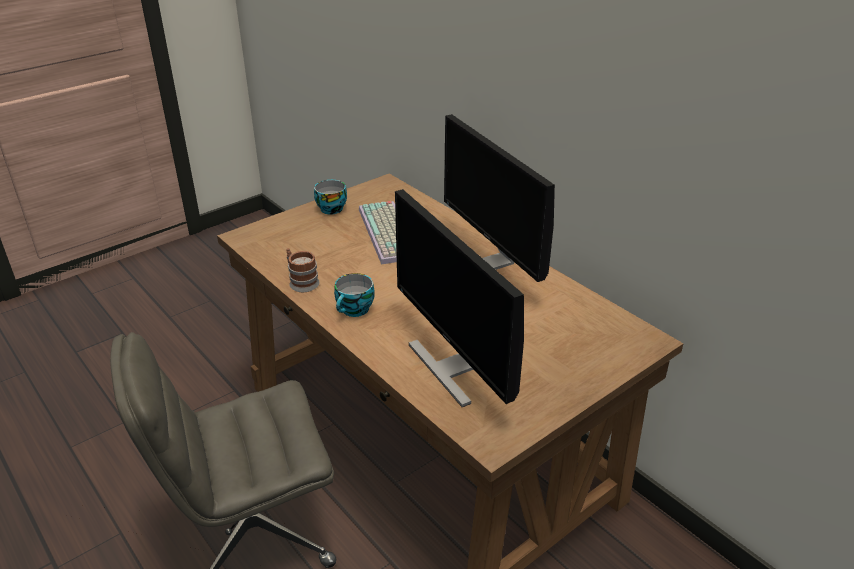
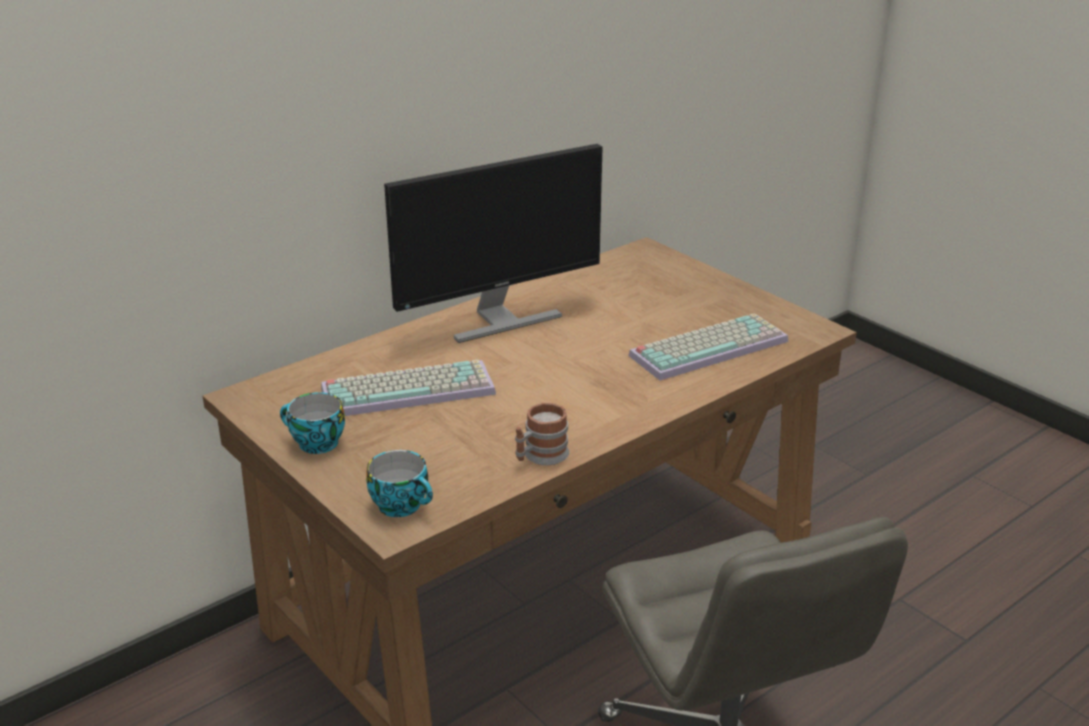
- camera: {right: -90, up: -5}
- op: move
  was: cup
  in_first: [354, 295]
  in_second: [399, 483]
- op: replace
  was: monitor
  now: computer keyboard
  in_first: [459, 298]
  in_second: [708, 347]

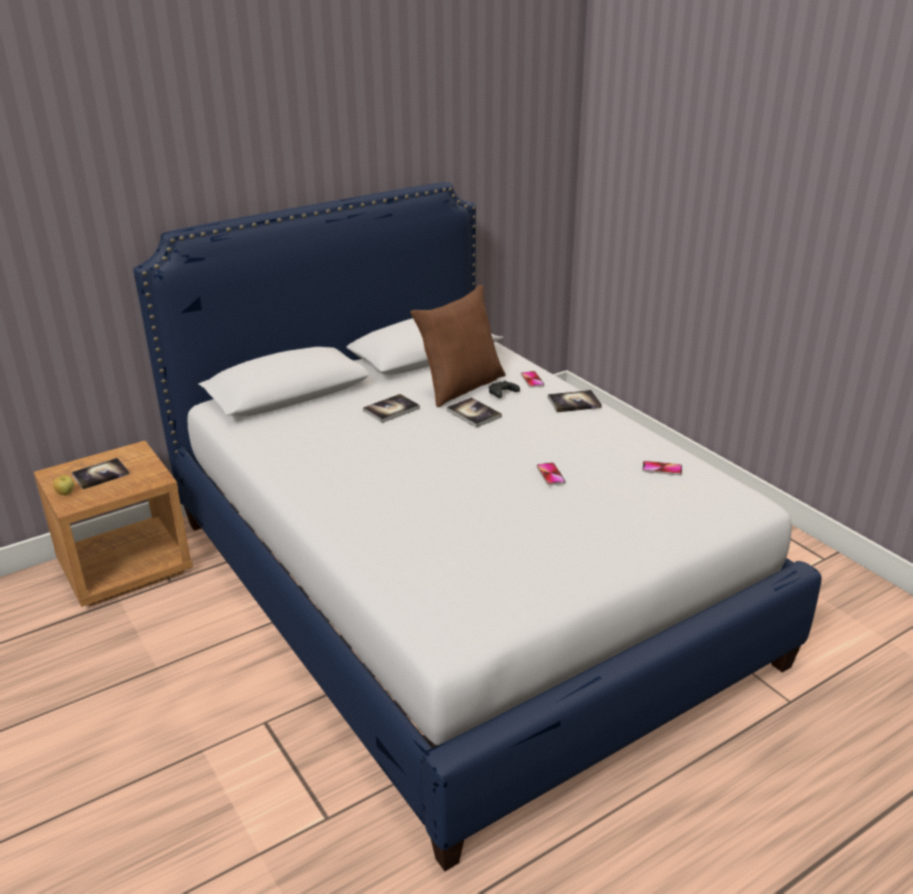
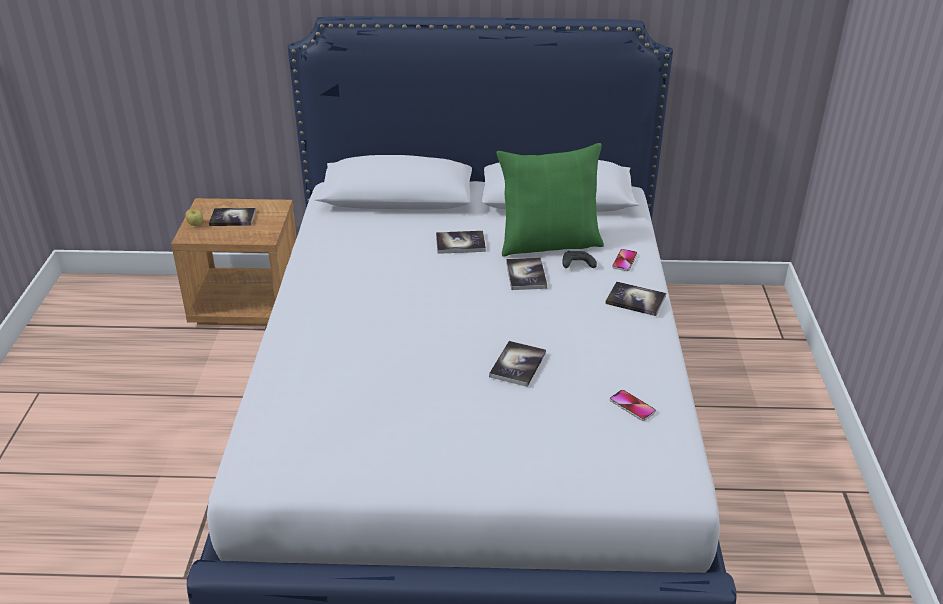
- camera: {right: 35, up: 5}
- op: replace
  was: telephone
  now: bound book
  in_first: [550, 474]
  in_second: [517, 364]
- op: recolor
  was: pillow in brown-coloured
  now: pillow in greenish
  in_first: [458, 346]
  in_second: [550, 200]

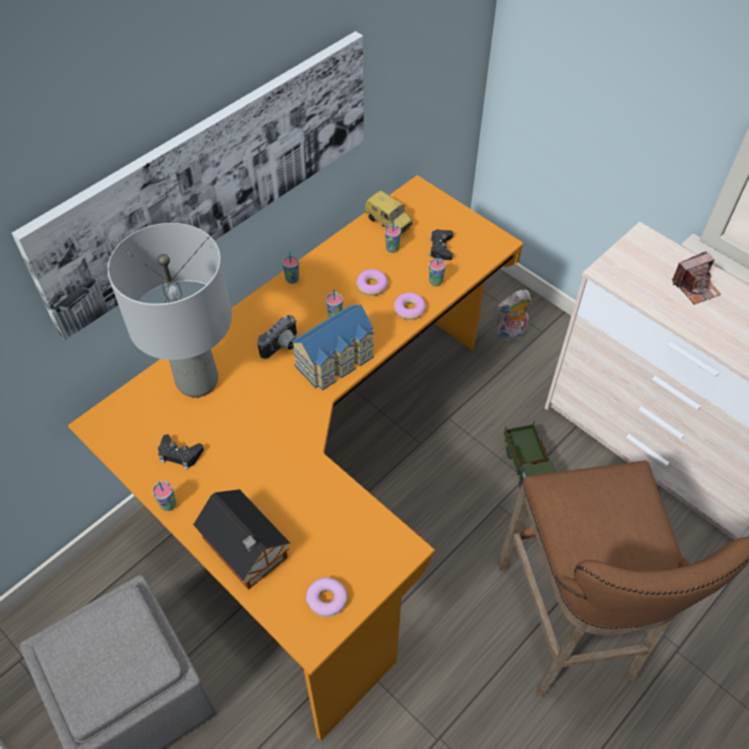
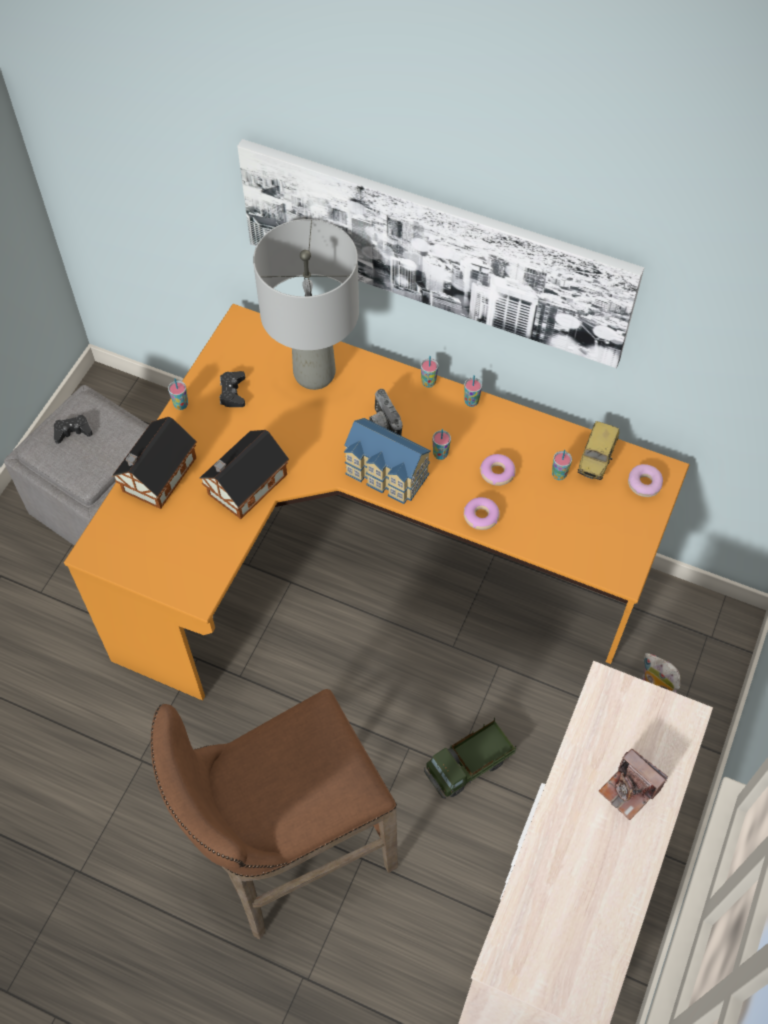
- camera: {right: 70, up: 5}
- op: insert
  now: toy house
  in_second: [244, 474]
- op: move
  was: doughnut
  in_first: [326, 597]
  in_second: [645, 480]
- op: move
  was: game controller in black-coloured
  in_first: [441, 244]
  in_second: [73, 429]
- op: move
  was: cup
  in_first: [437, 270]
  in_second: [429, 372]
- op: rotate
  was: still camera
  in_first: [277, 337]
  in_second: [385, 412]
  clockwise: 45

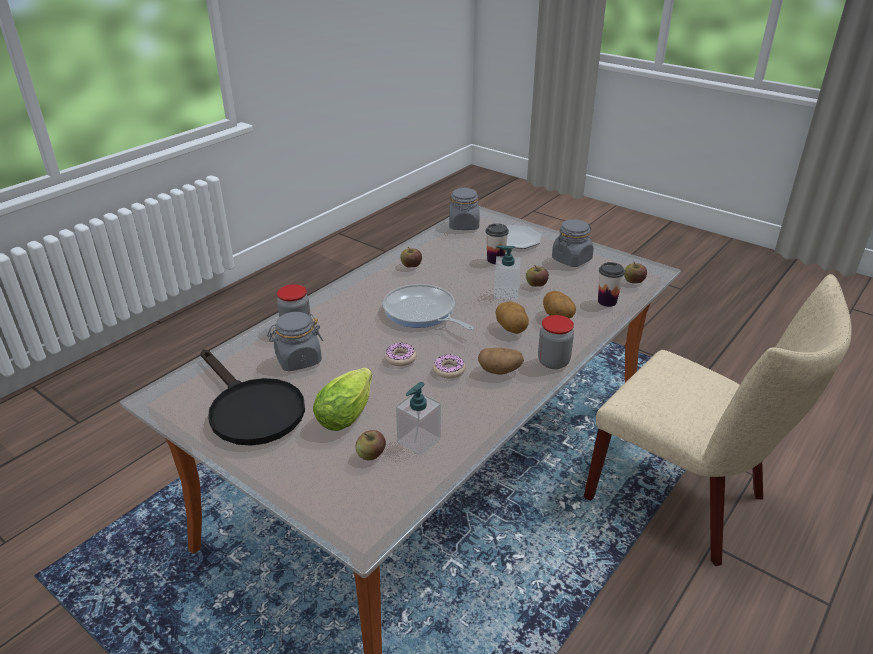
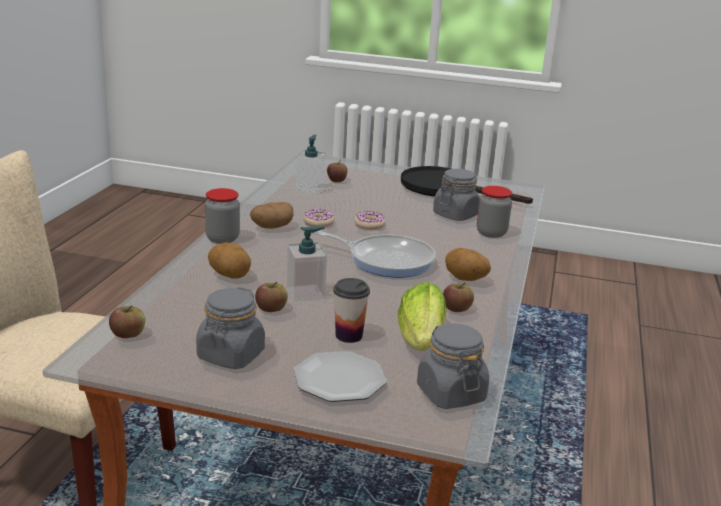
- camera: {right: 155, up: -10}
- op: delete
  was: cup
  in_first: [611, 284]
- op: move
  was: lettuce
  in_first: [343, 399]
  in_second: [422, 316]
- op: move
  was: potato
  in_first: [512, 317]
  in_second: [468, 264]

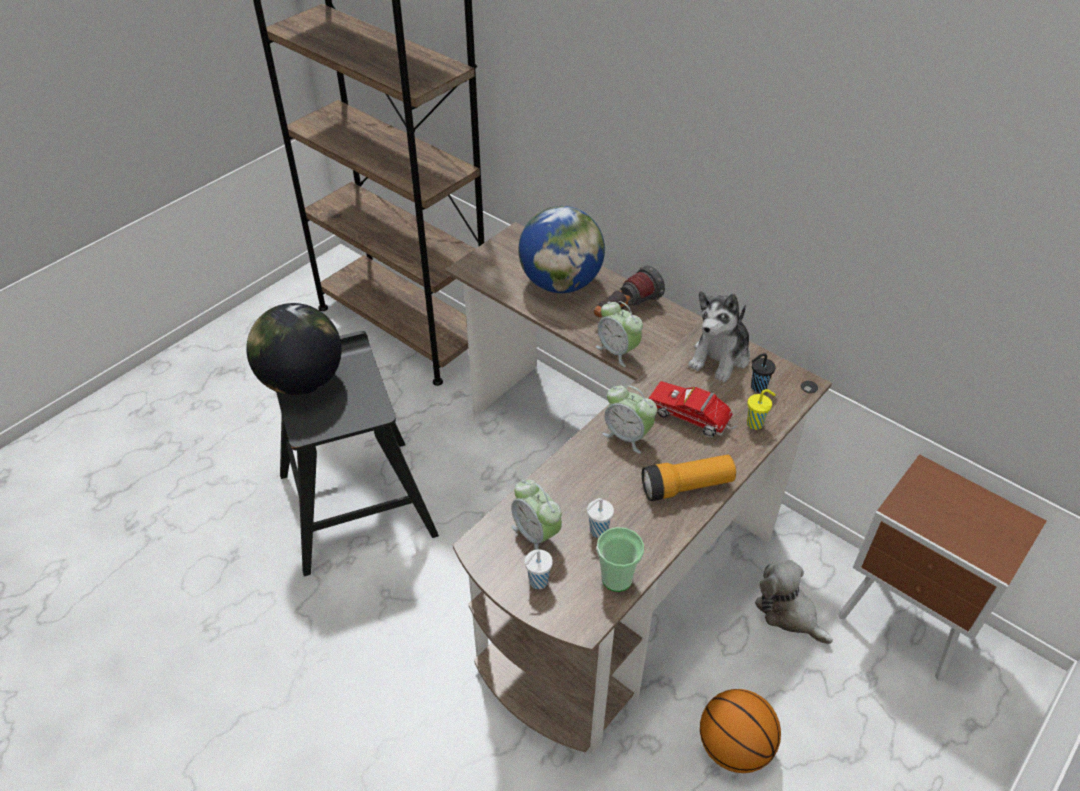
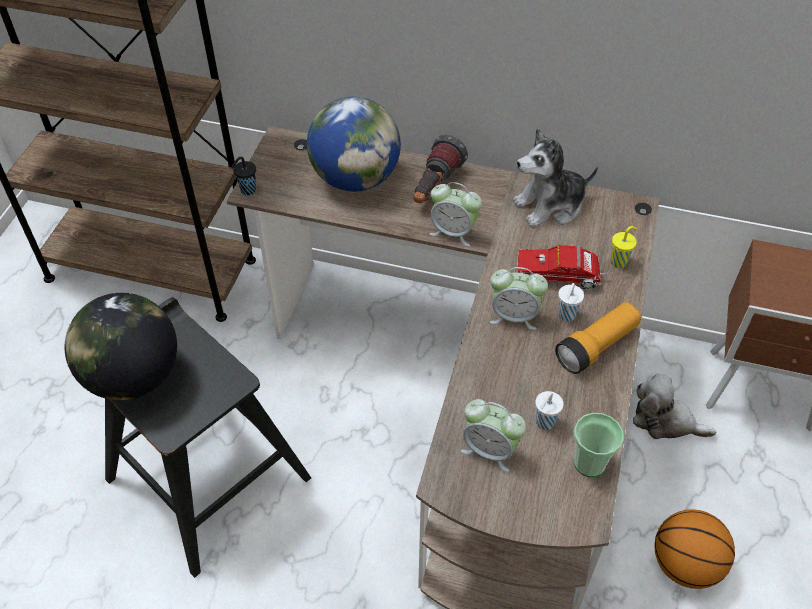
- camera: {right: -25, up: 5}
- op: move
  was: cup in whitish
  in_first: [539, 569]
  in_second: [571, 302]
- op: move
  was: cup in black-coloured
  in_first: [763, 373]
  in_second: [243, 176]
- op: rotate
  was: soft toy
  in_first: [719, 336]
  in_second: [555, 177]
  clockwise: 60

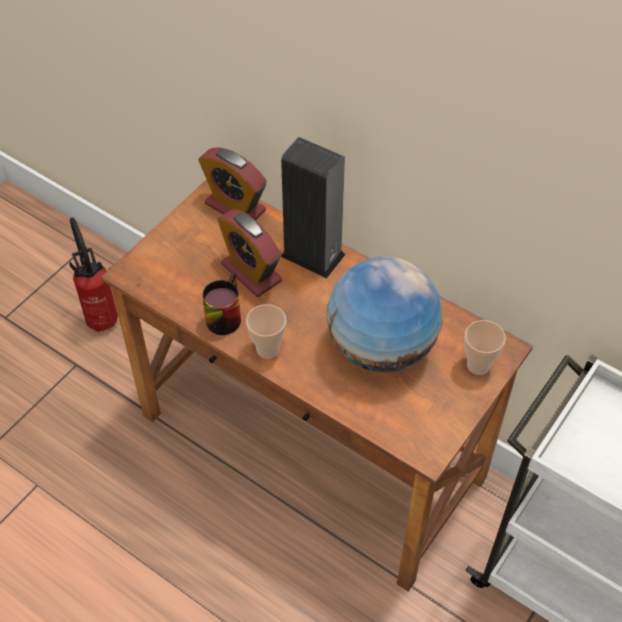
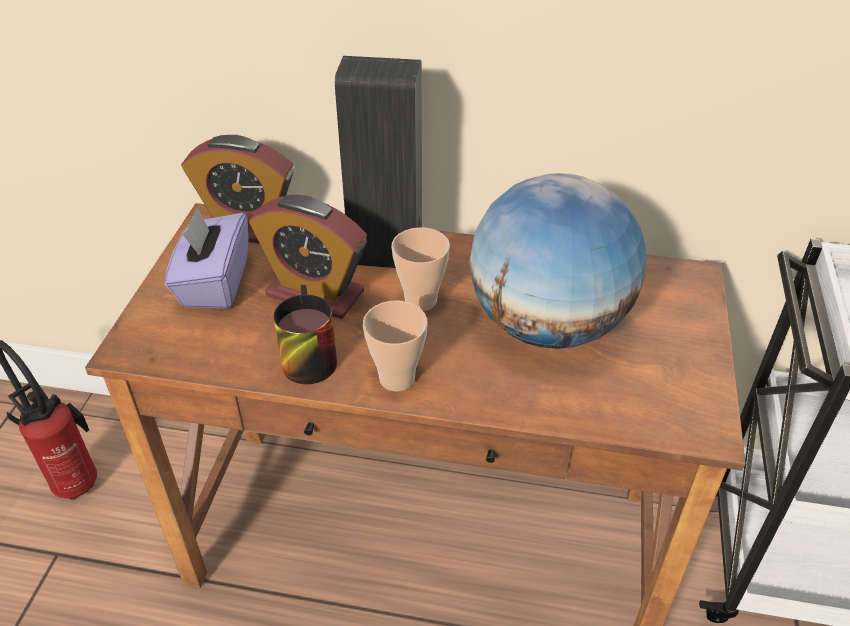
- camera: {right: -25, up: -10}
- op: insert
  now: box of tissues in purplish
  in_second: [206, 258]
- op: move
  was: cup
  in_first: [485, 347]
  in_second: [420, 269]

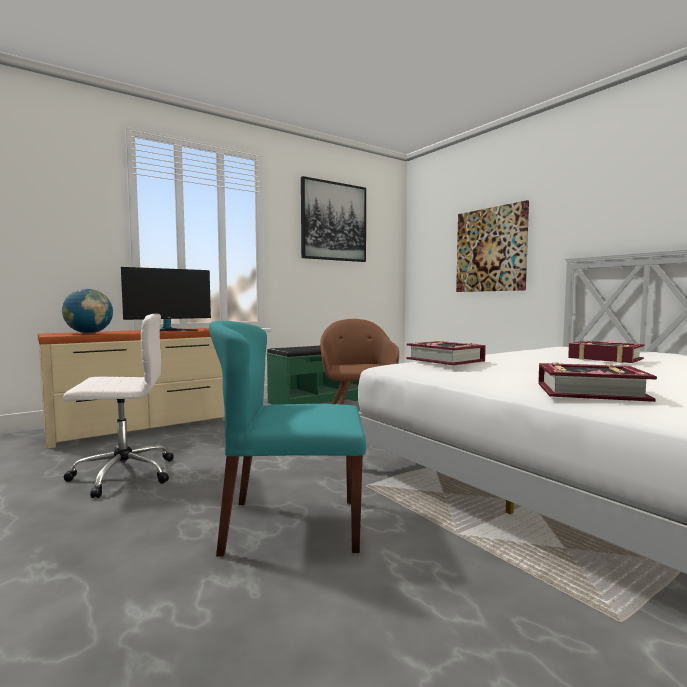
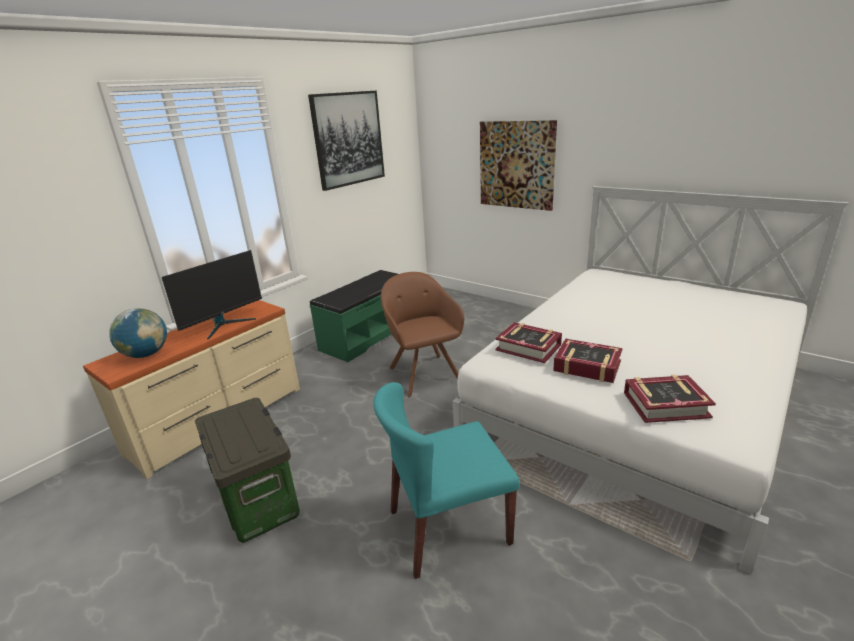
- camera: {right: -15, up: 20}
- op: move
  was: bound book
  in_first: [606, 352]
  in_second: [588, 361]
- op: replace
  was: desk chair in whitish
  now: storage bin
  in_first: [118, 405]
  in_second: [247, 470]

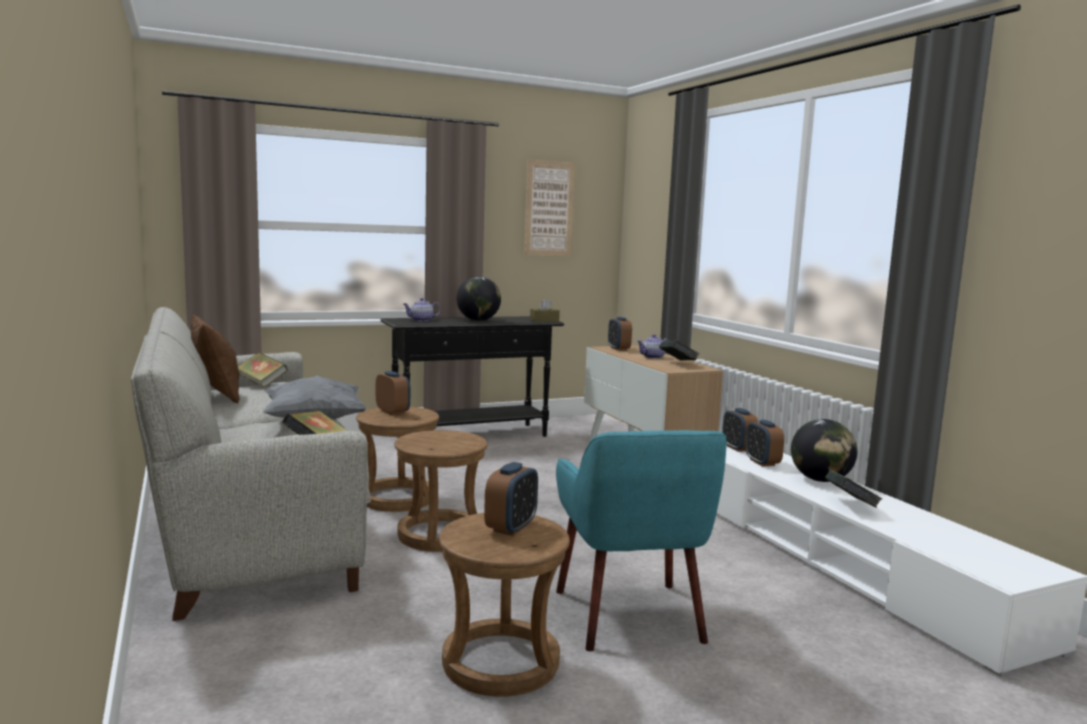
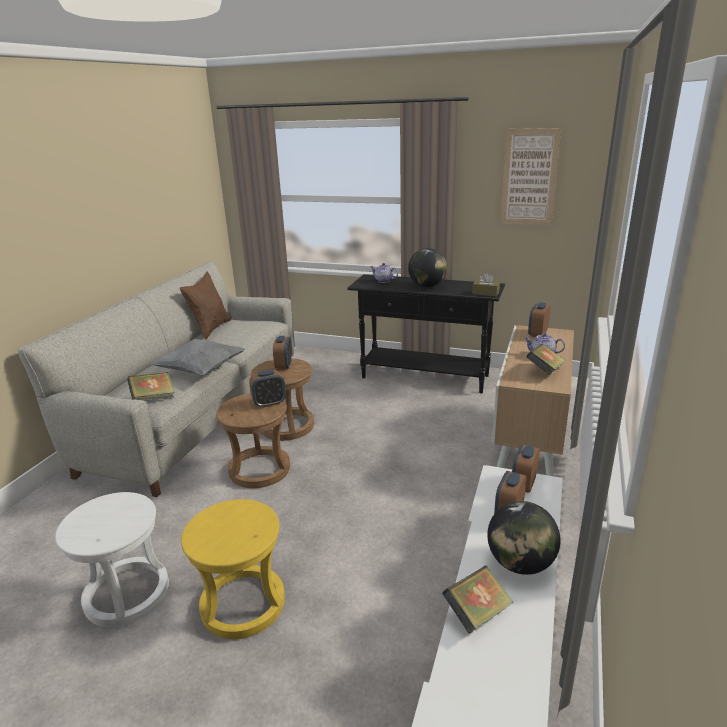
- camera: {right: 45, up: 15}
- op: delete
  was: bound book
  in_first: [263, 370]
- op: move
  was: bedside clock
  in_first: [511, 499]
  in_second: [267, 389]
- op: replace
  was: armchair in turquoise
  now: stool seat in yellow
  in_first: [641, 540]
  in_second: [233, 569]
- op: recolor
  was: stool seat in brown-coloured
  now: stool seat in whitish
  in_first: [504, 605]
  in_second: [112, 559]

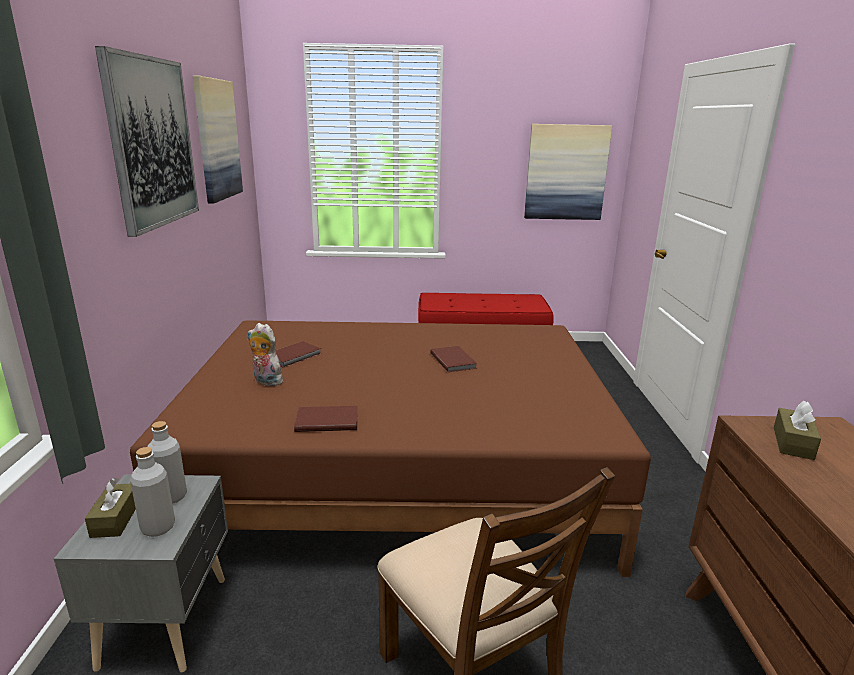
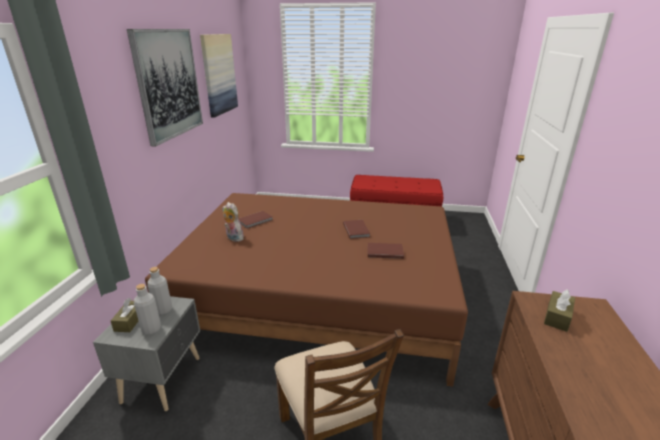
- camera: {right: 10, up: 5}
- op: delete
  was: wall picture
  in_first: [568, 172]
- op: move
  was: bound book in brown-coloured
  in_first: [326, 419]
  in_second: [385, 251]

